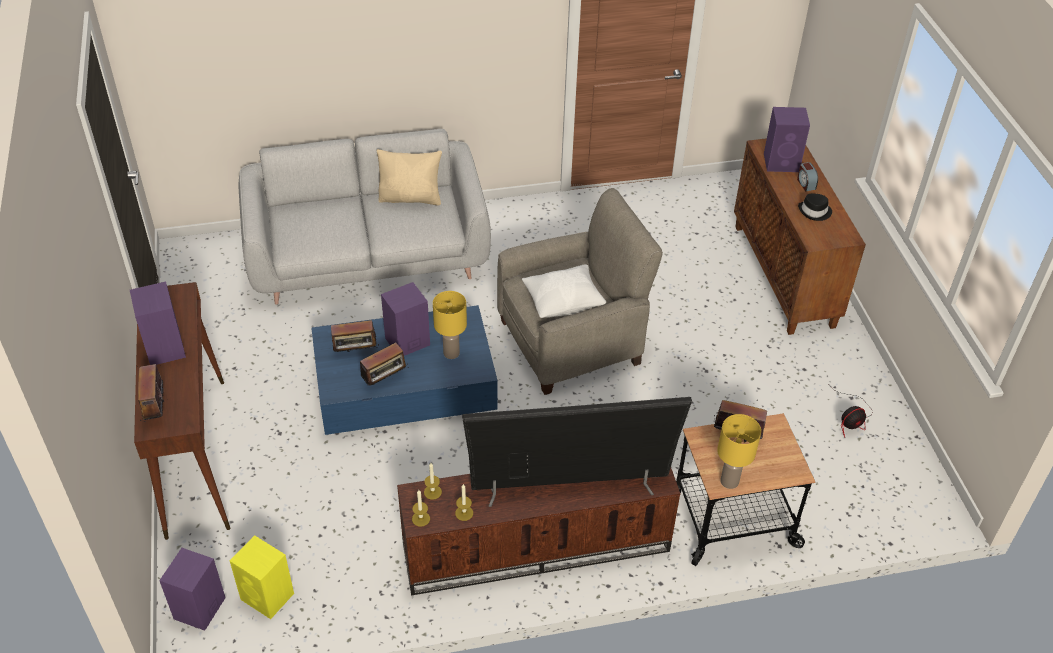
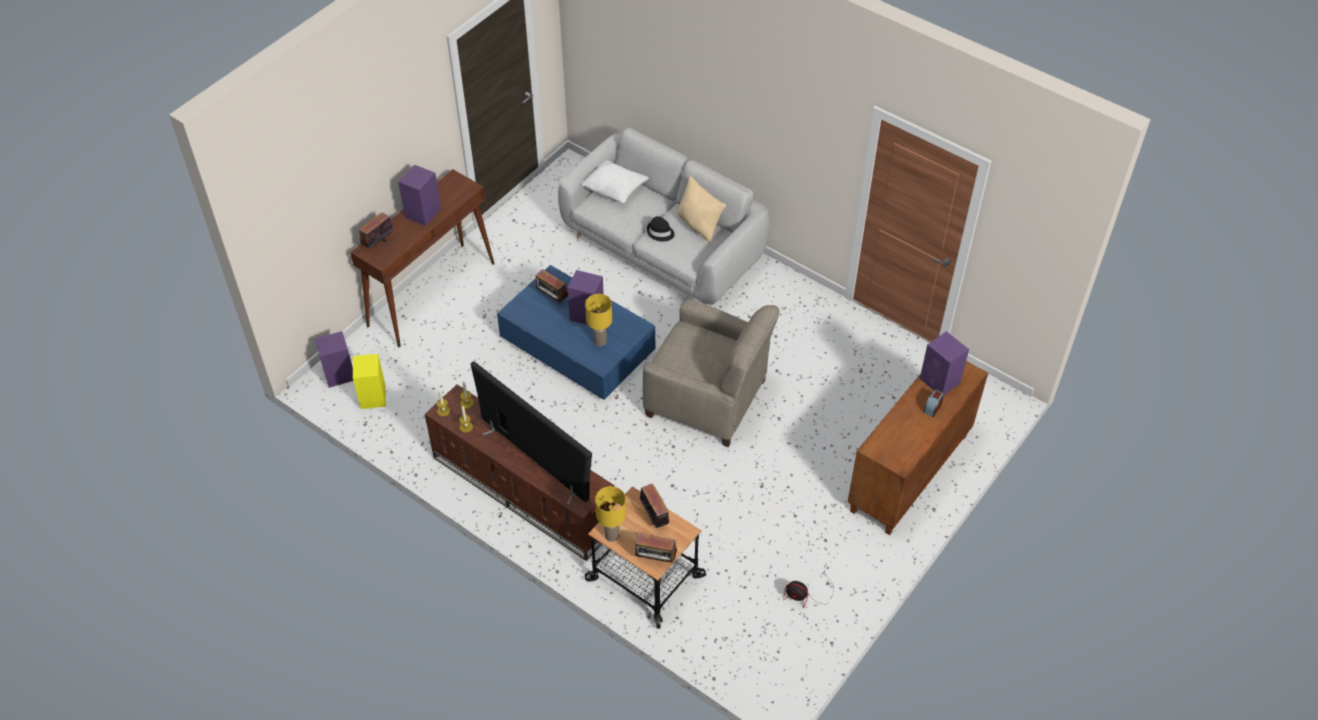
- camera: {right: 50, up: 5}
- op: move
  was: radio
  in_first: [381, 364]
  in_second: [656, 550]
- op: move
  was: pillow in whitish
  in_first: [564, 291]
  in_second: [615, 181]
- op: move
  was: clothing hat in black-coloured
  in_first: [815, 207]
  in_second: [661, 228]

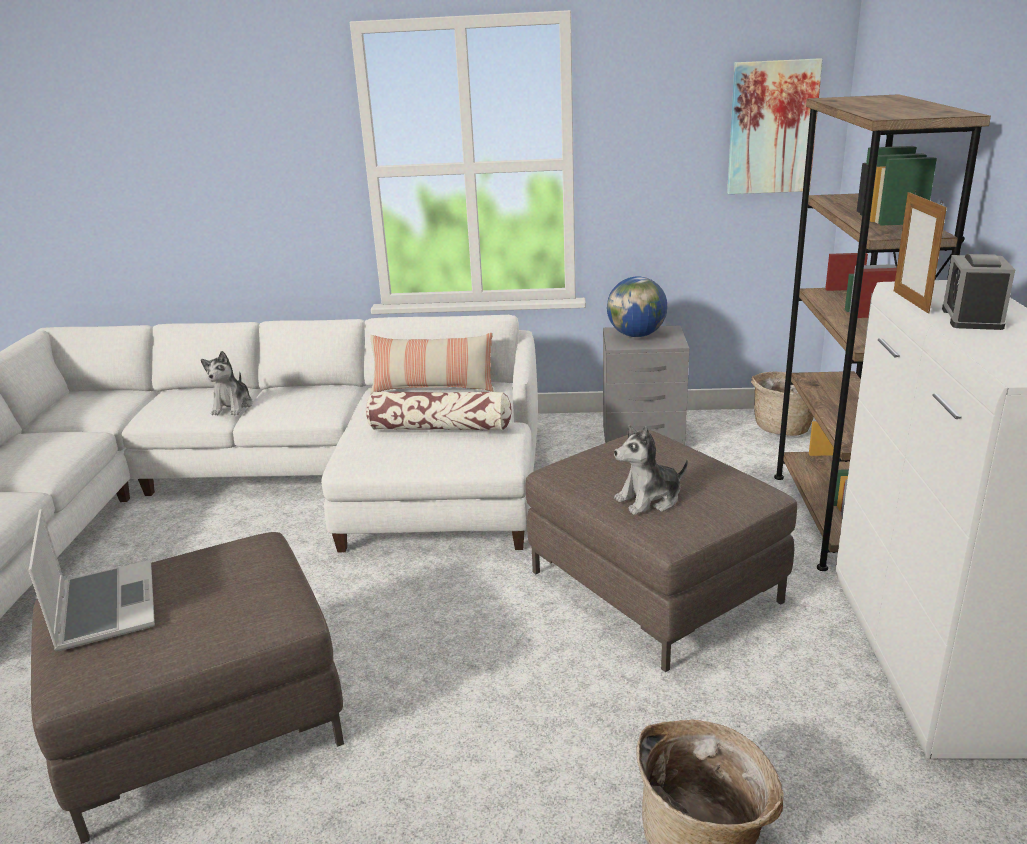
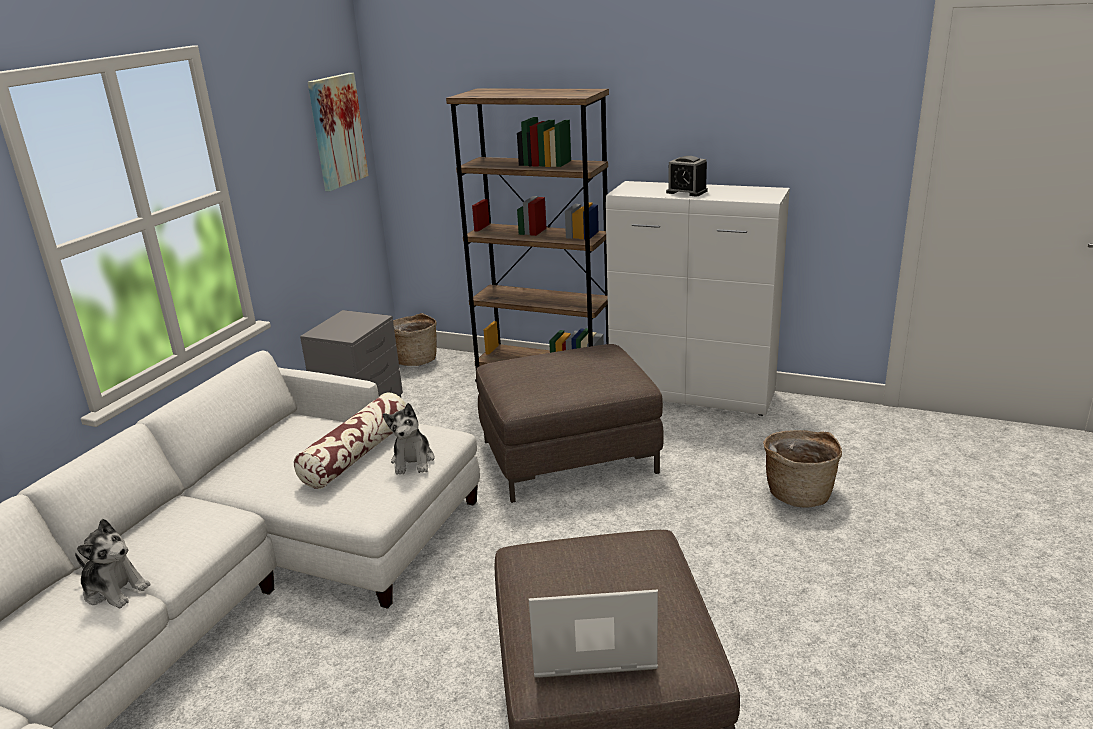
- camera: {right: -70, up: 0}
- op: delete
  was: pillow
  in_first: [432, 363]
- op: delete
  was: world globe
  in_first: [637, 306]
- op: delete
  was: photo frame
  in_first: [920, 252]
- op: move
  was: soft toy
  in_first: [651, 470]
  in_second: [409, 439]

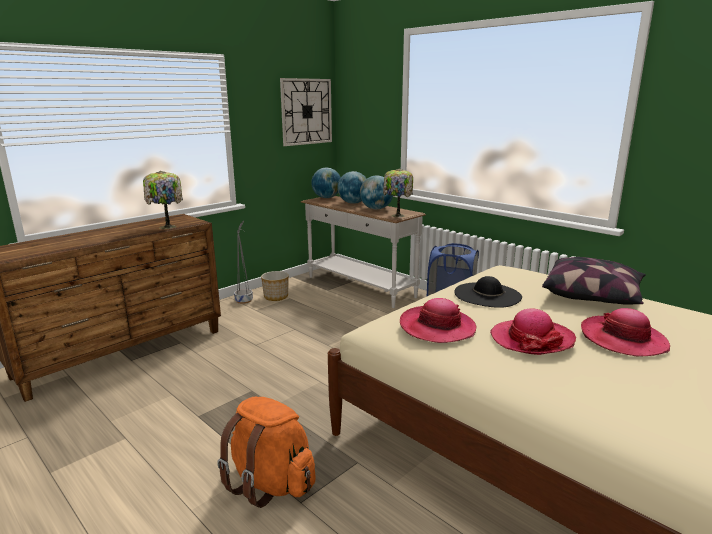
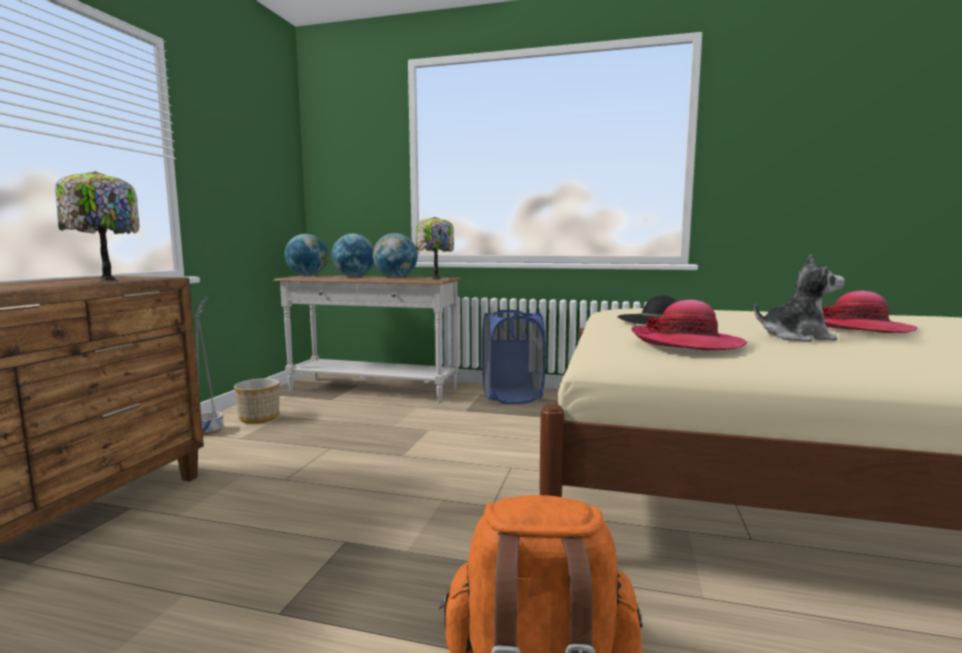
- camera: {right: -30, up: -10}
- op: delete
  was: hanging clock
  in_first: [306, 112]
- op: delete
  was: pillow
  in_first: [594, 281]
- op: replace
  was: clothing hat
  now: soft toy
  in_first: [533, 331]
  in_second: [799, 298]

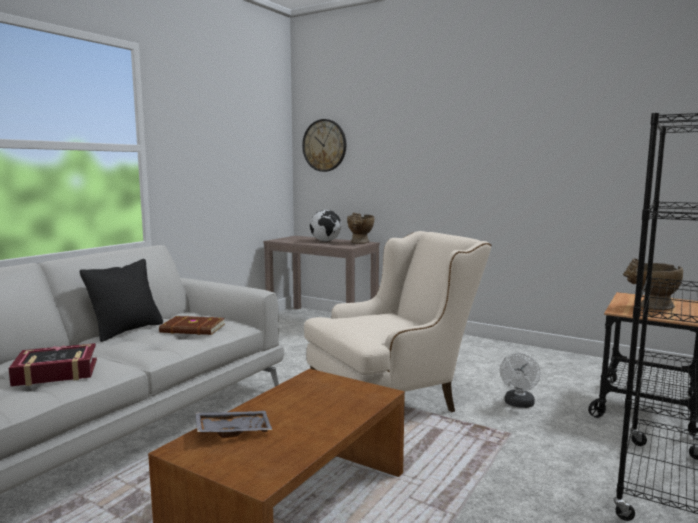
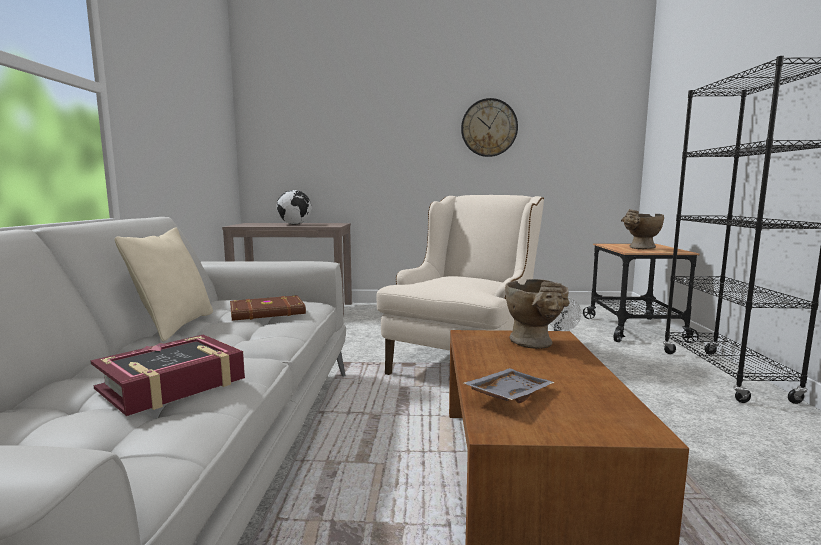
- camera: {right: -30, up: 0}
- op: move
  was: hanging clock
  in_first: [324, 145]
  in_second: [489, 127]
- op: move
  was: vase in beige-coloured
  in_first: [360, 228]
  in_second: [537, 314]
- op: recolor
  was: pillow in black-coloured
  now: pillow in beige-coloured
  in_first: [121, 300]
  in_second: [164, 284]

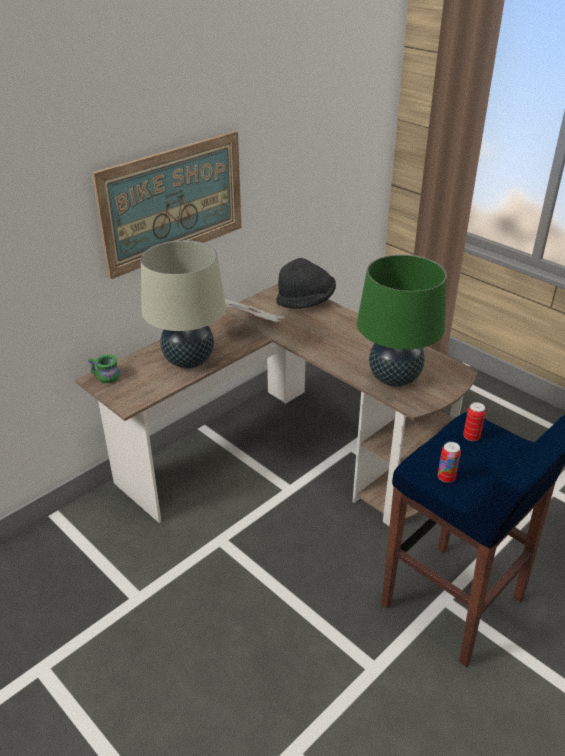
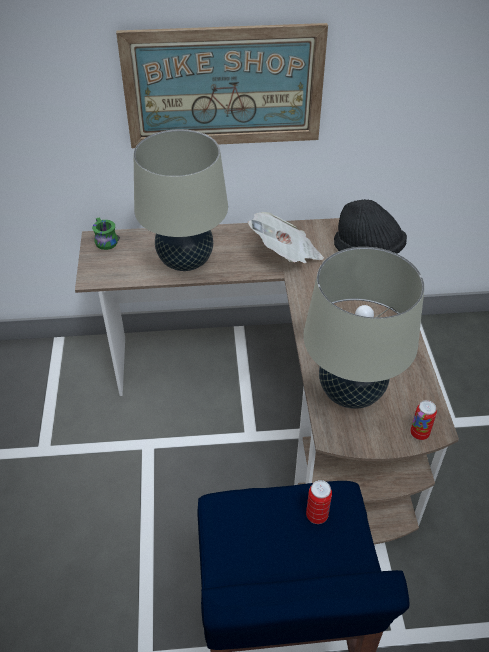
- camera: {right: 40, up: 10}
- op: move
  was: metal can
  in_first: [449, 462]
  in_second: [423, 420]
- op: recolor
  was: tabletop lamp in greenish
  now: tabletop lamp in beige-coloured
  in_first: [402, 320]
  in_second: [363, 328]

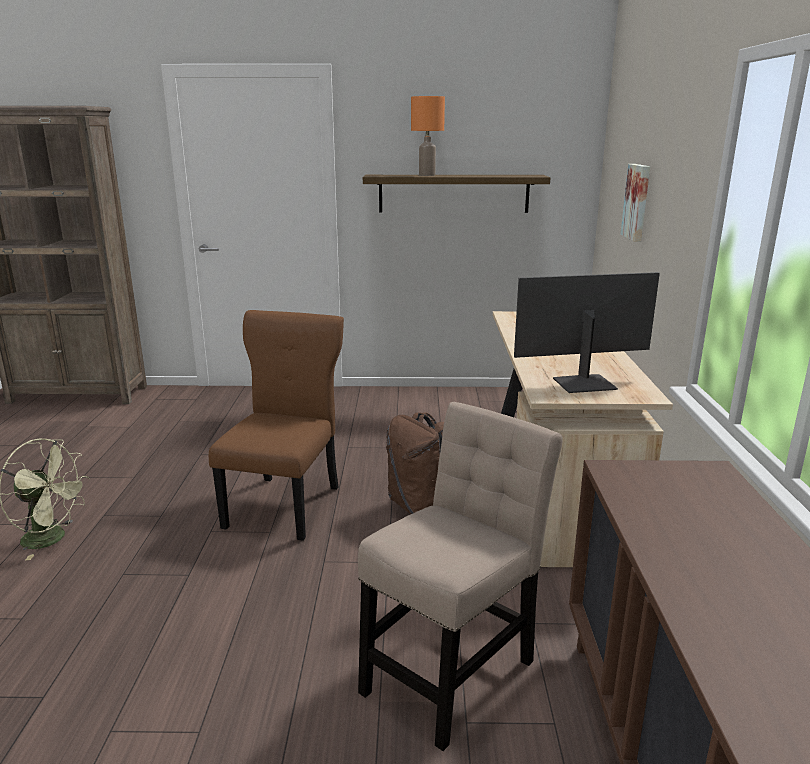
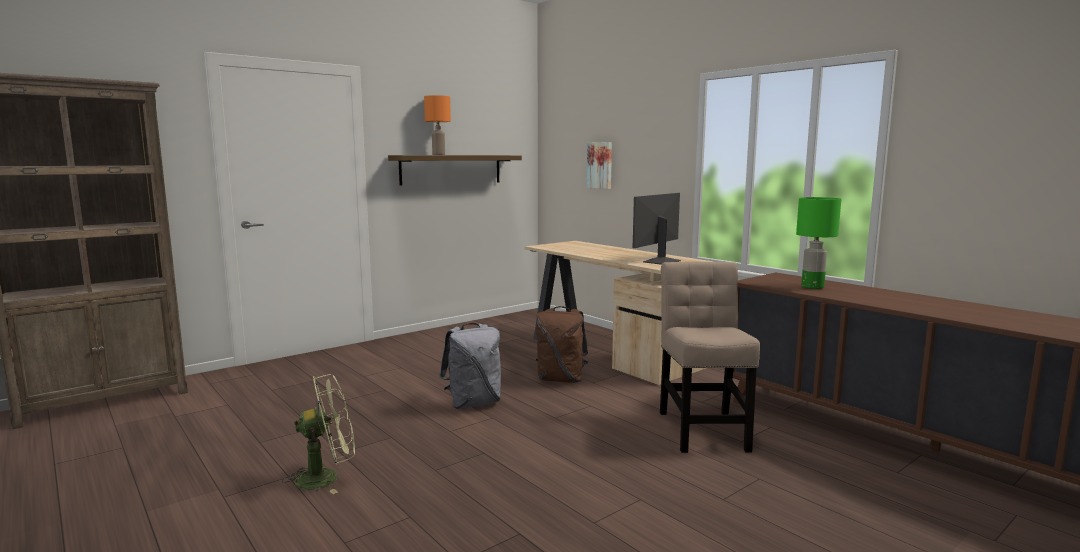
- camera: {right: -40, up: -10}
- op: insert
  now: tabletop lamp in greenish
  in_second: [818, 243]
- op: replace
  was: plain chair in brown-coloured
  now: backpack in grey
  in_first: [276, 425]
  in_second: [470, 366]

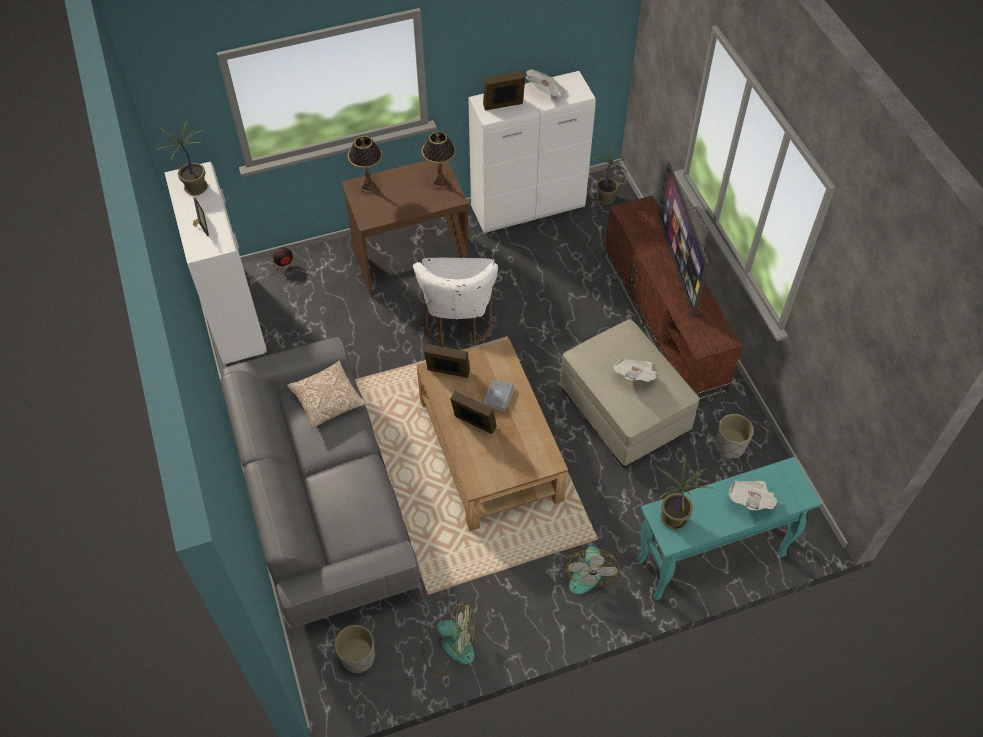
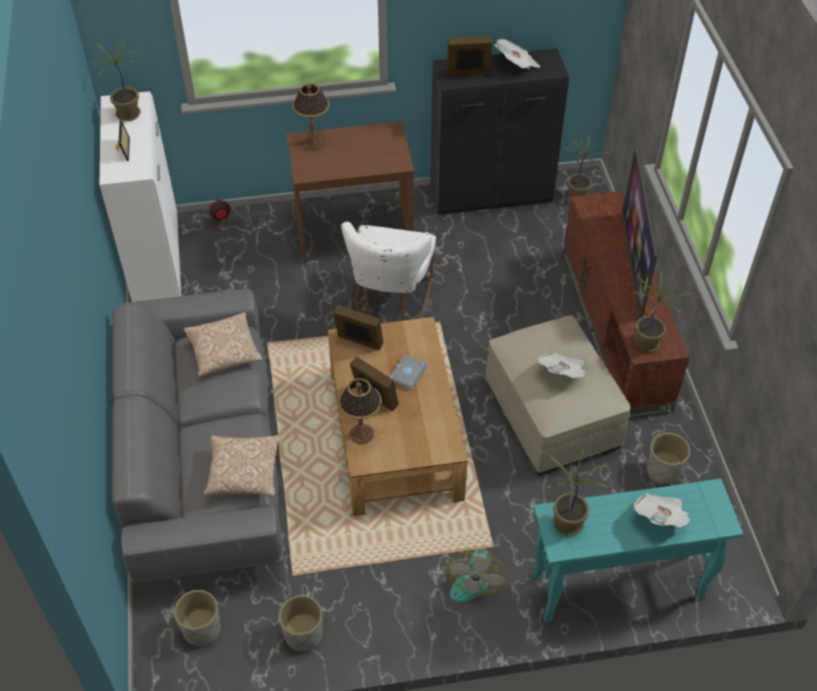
- camera: {right: 10, up: -5}
- op: insert
  now: pillow
  in_second: [242, 465]
- op: insert
  now: plant in a pot
  in_second: [662, 311]
- op: move
  was: tabletop lamp
  in_first: [439, 160]
  in_second: [360, 411]
- op: replace
  was: electric fan
  now: flower pot in grey
  in_first: [448, 638]
  in_second: [301, 623]
- op: recolor
  was: storage cabinet in whitish
  now: storage cabinet in black-coloured
  in_first: [532, 152]
  in_second: [499, 131]

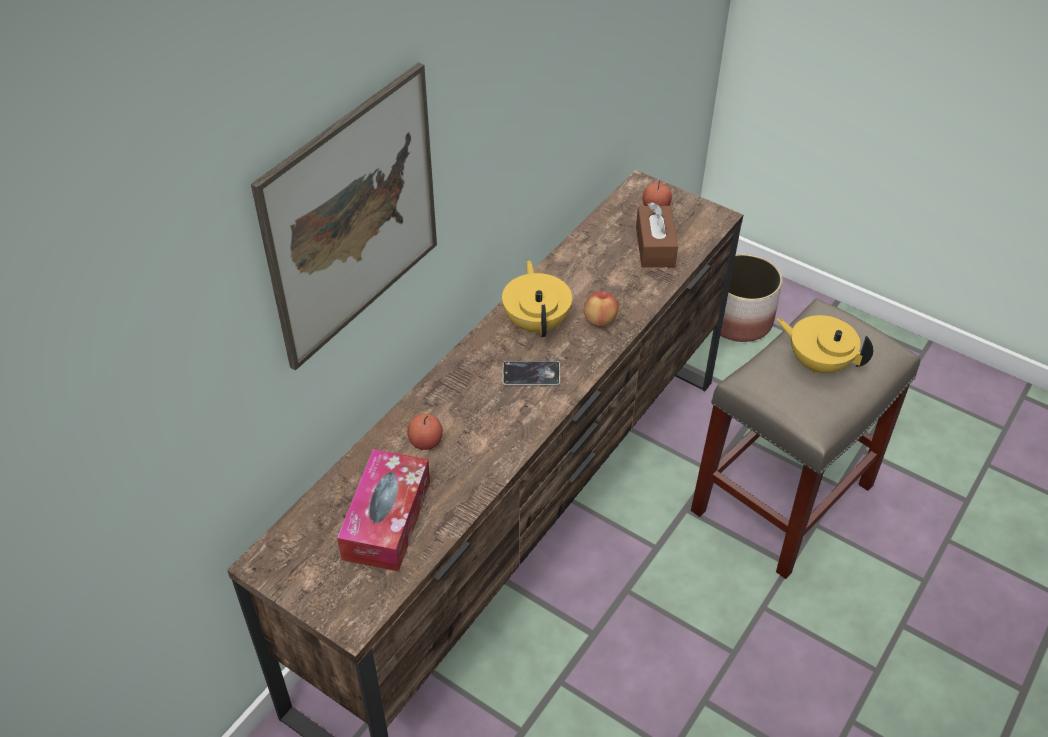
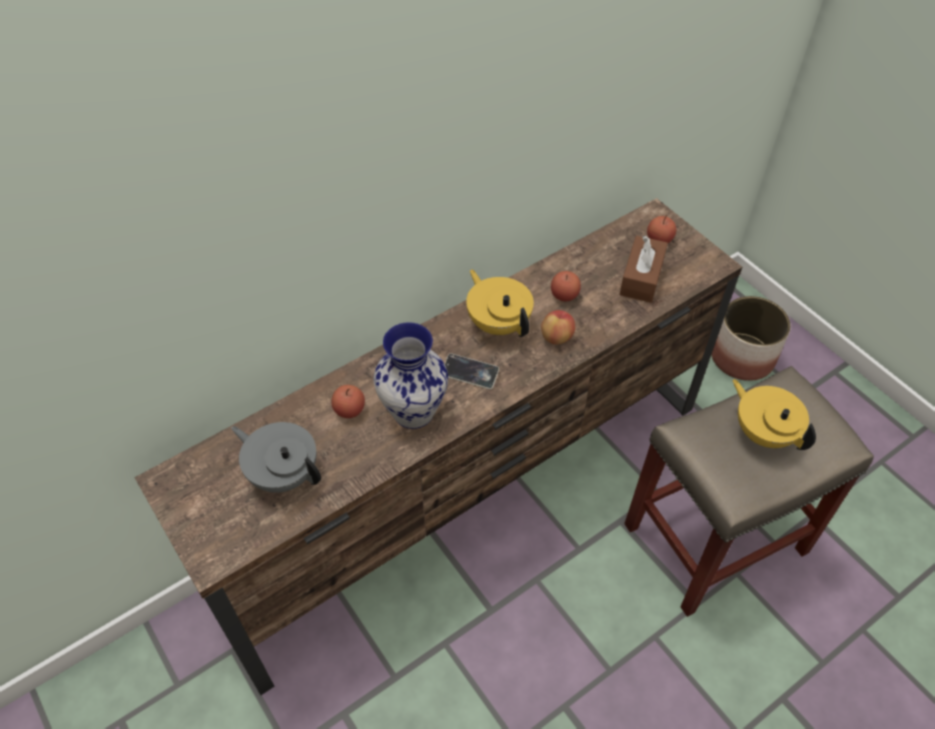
- camera: {right: 20, up: 5}
- op: delete
  was: wall picture
  in_first: [344, 216]
- op: insert
  now: vase
  in_second: [411, 375]
- op: insert
  now: whole apple
  in_second: [566, 286]
- op: replace
  was: box of tissues
  now: tea pot in grey
  in_first: [383, 510]
  in_second: [276, 457]
- op: rotate
  was: tea pot in yellow
  in_first: [537, 298]
  in_second: [500, 303]
  clockwise: -45

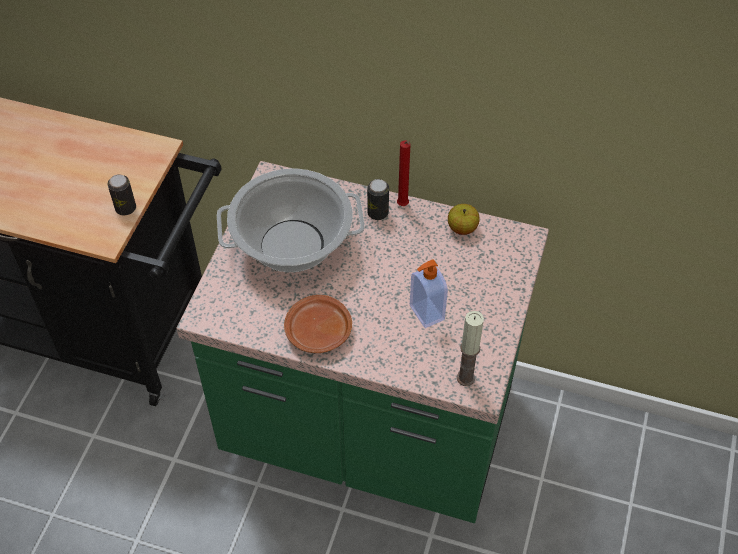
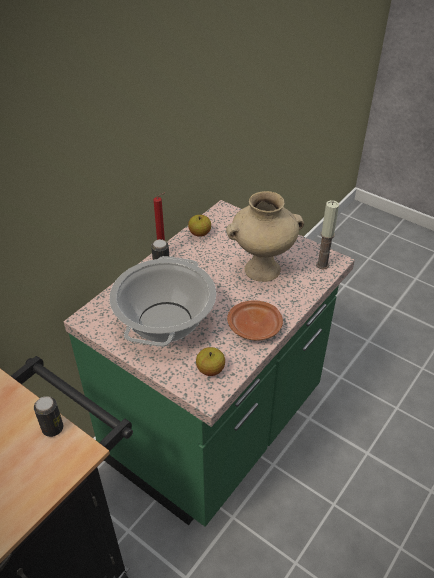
- camera: {right: -70, up: -10}
- op: insert
  now: whole apple
  in_second: [210, 361]
- op: replace
  was: soap dispenser
  now: vase in beige-coloured
  in_first: [429, 293]
  in_second: [265, 236]

